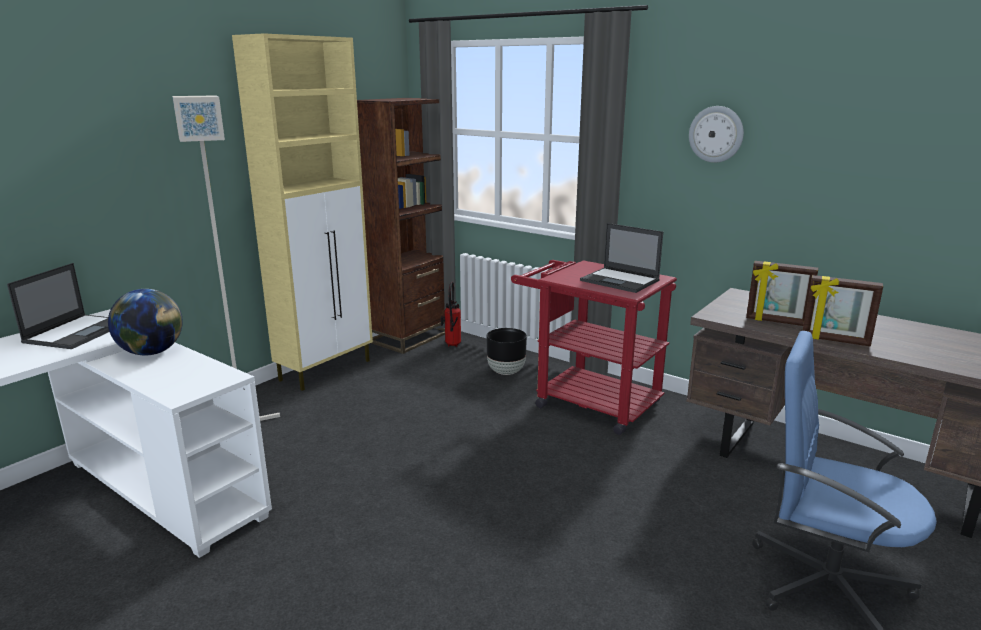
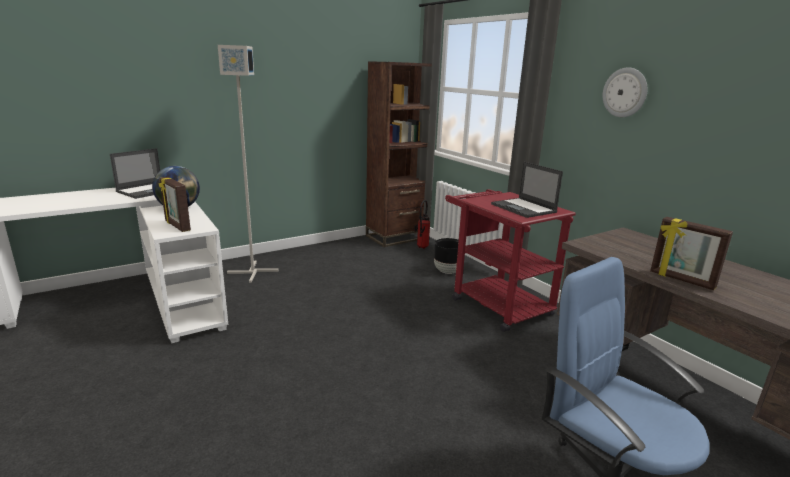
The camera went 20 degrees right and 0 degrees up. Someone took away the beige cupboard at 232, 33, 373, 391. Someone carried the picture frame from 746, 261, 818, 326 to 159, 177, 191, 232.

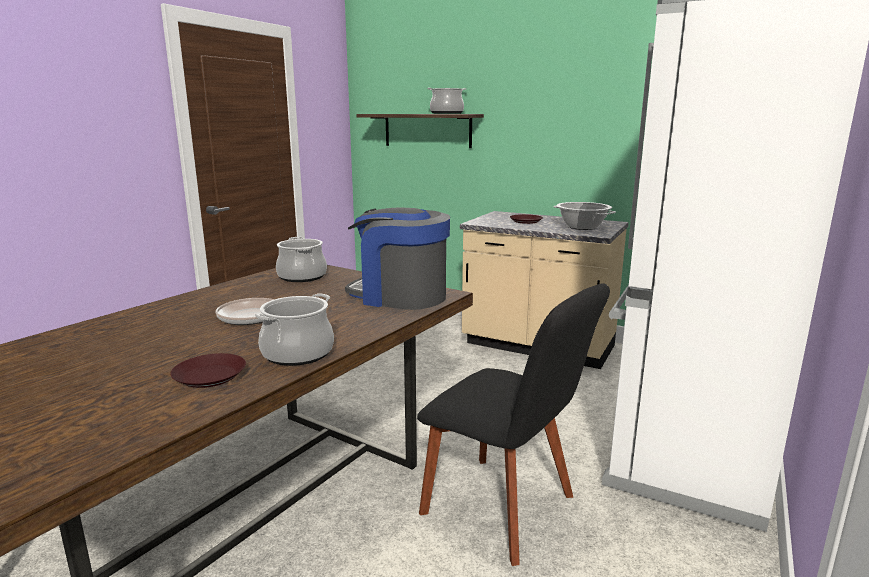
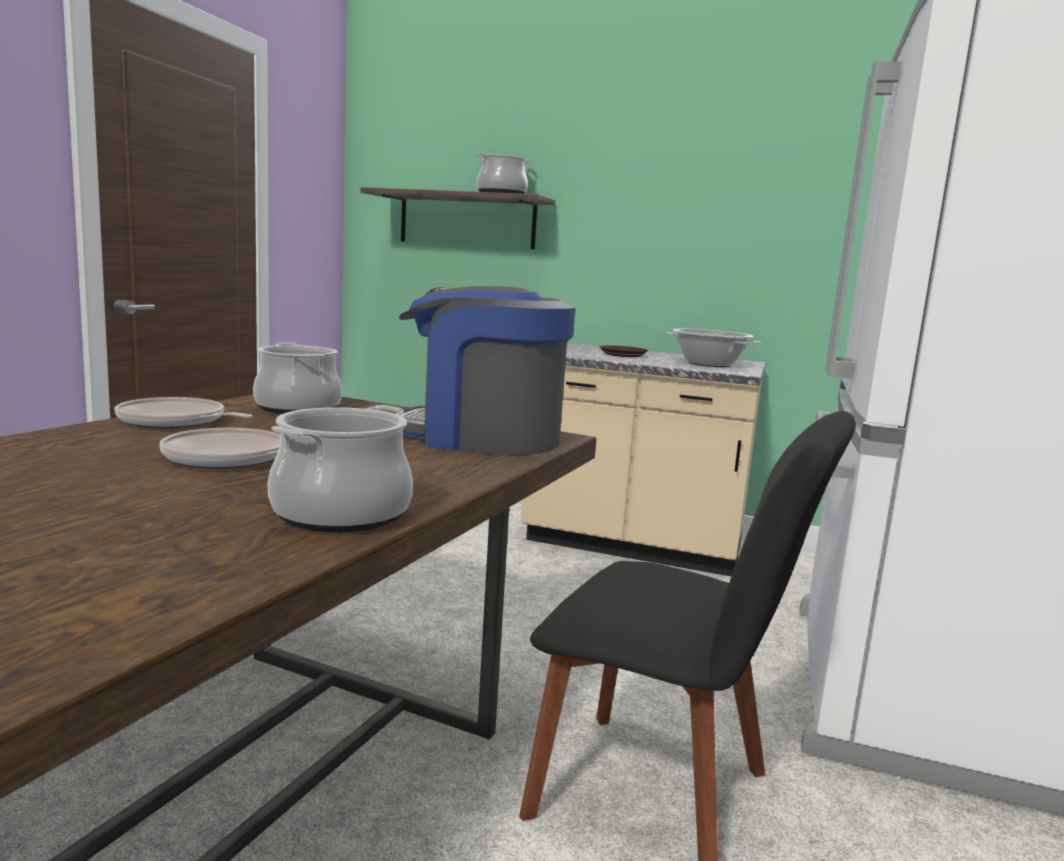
The camera went 10 degrees left and 5 degrees down. Someone took away the brown-coloured plate at 170, 353, 246, 388. Someone put down the frying pan at 115, 397, 253, 429.

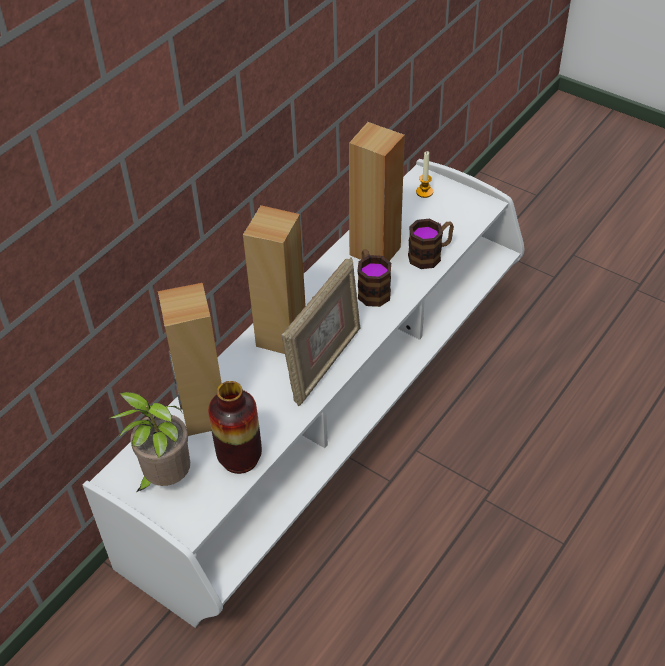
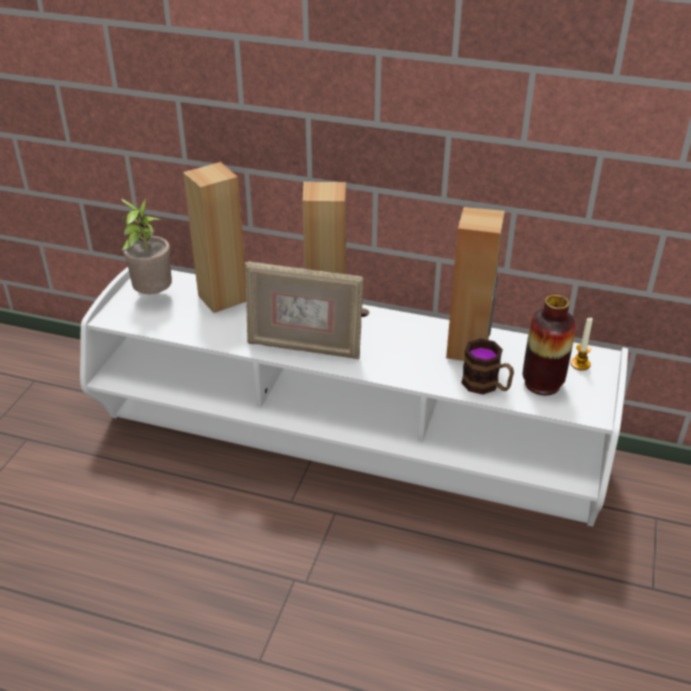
The camera went 70 degrees right and 10 degrees down. Someone took away the mug at 358, 249, 391, 307. Someone carried the flower vase from 208, 381, 262, 474 to 522, 295, 576, 395.

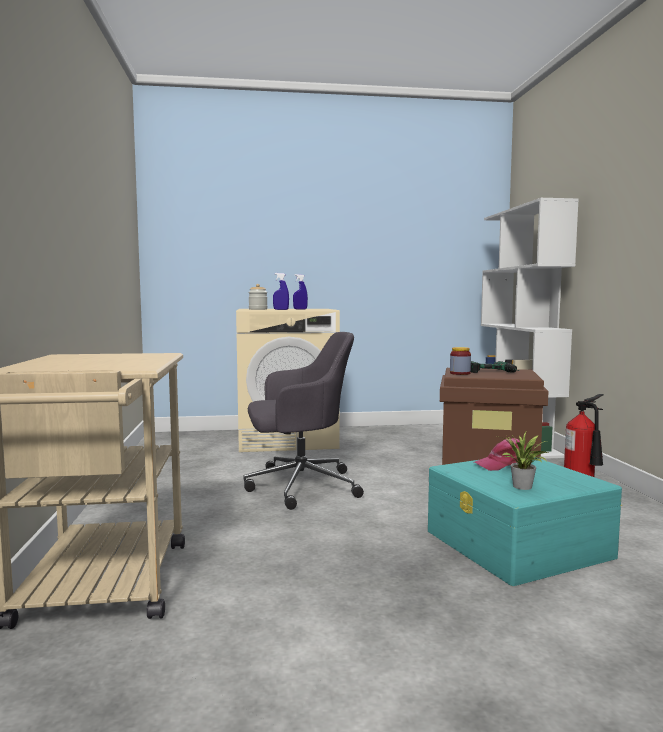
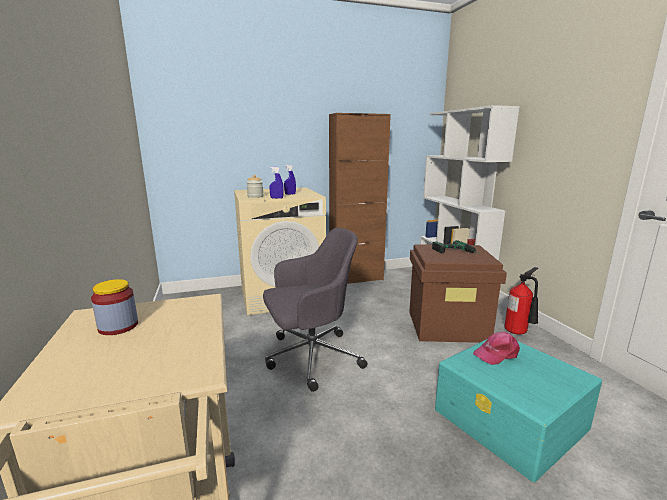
The camera went 10 degrees left and 10 degrees up. Someone carried the preserve jar from 450, 347, 471, 375 to 91, 279, 138, 335. Someone took away the potted plant at 500, 432, 548, 490. Someone put down the brown-coloured cupboard at 329, 113, 391, 284.

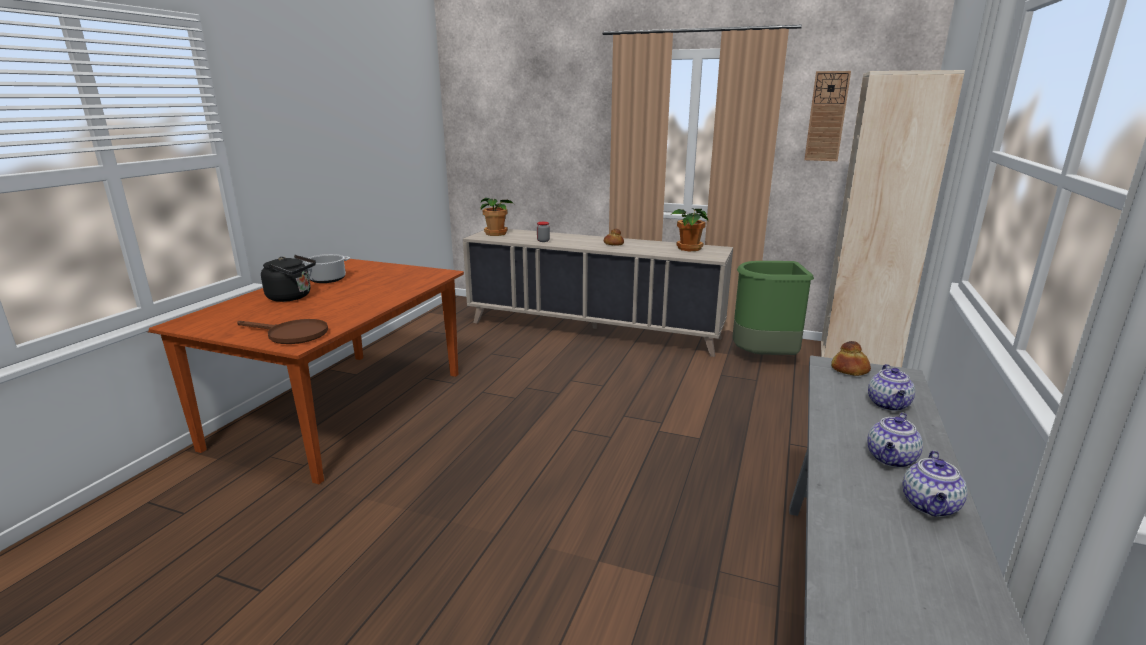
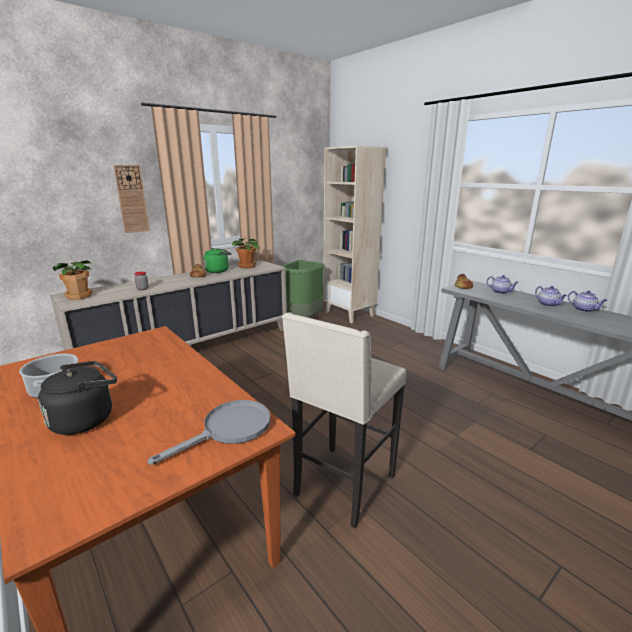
The camera went 60 degrees left and 0 degrees up. Someone carried the wall clock from 804, 71, 851, 161 to 113, 165, 150, 233. Someone repainted the brown-coloured frying pan at 237, 319, 328, 344, which became the gray frying pan at 148, 400, 271, 465. Someone put down the greenish water kettle at 203, 248, 232, 273. Someone put down the beige stool at 282, 312, 407, 528.

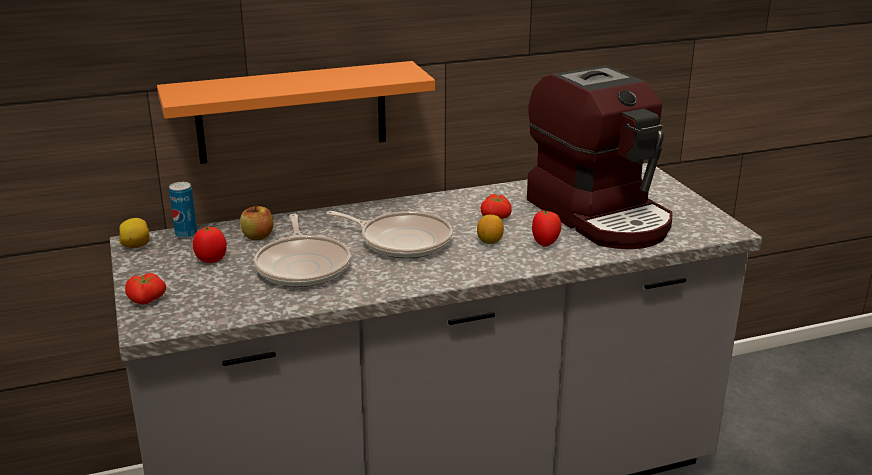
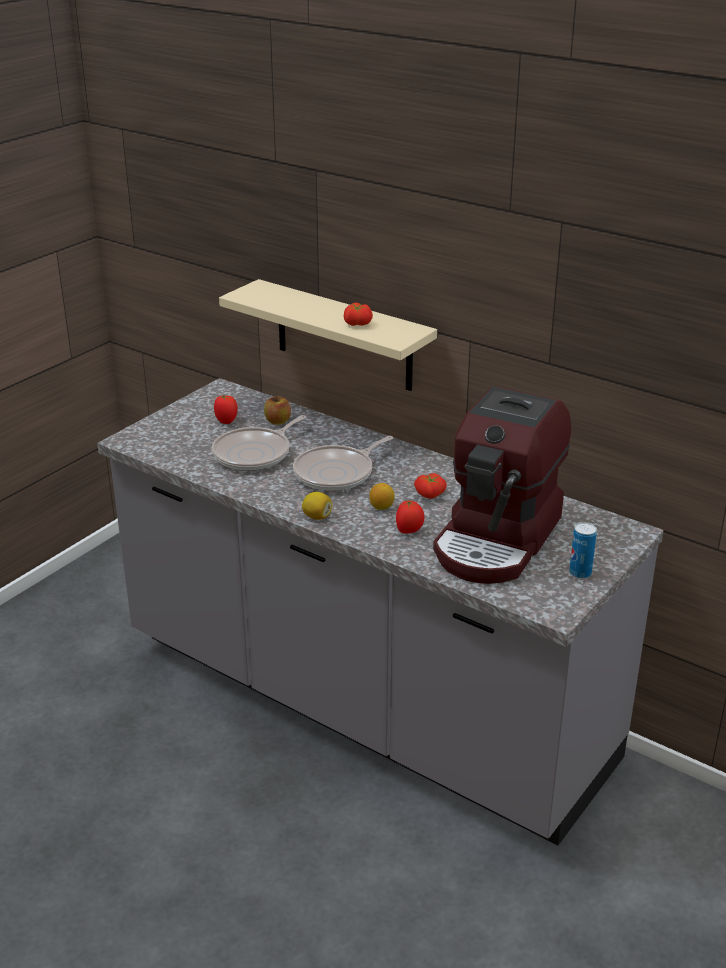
The camera went 55 degrees right and 5 degrees up. Someone repainted the orangey wall shelf at 157, 61, 435, 164, which became the beige wall shelf at 219, 279, 437, 391. Someone carried the can from 169, 182, 197, 238 to 569, 522, 597, 579. Someone rotated the frying pan at 326, 211, 453, 258 by 60 degrees clockwise. Someone carried the whole lemon from 119, 218, 150, 248 to 302, 492, 332, 520. Someone carried the fresh tomato from 125, 273, 166, 305 to 344, 302, 373, 326.

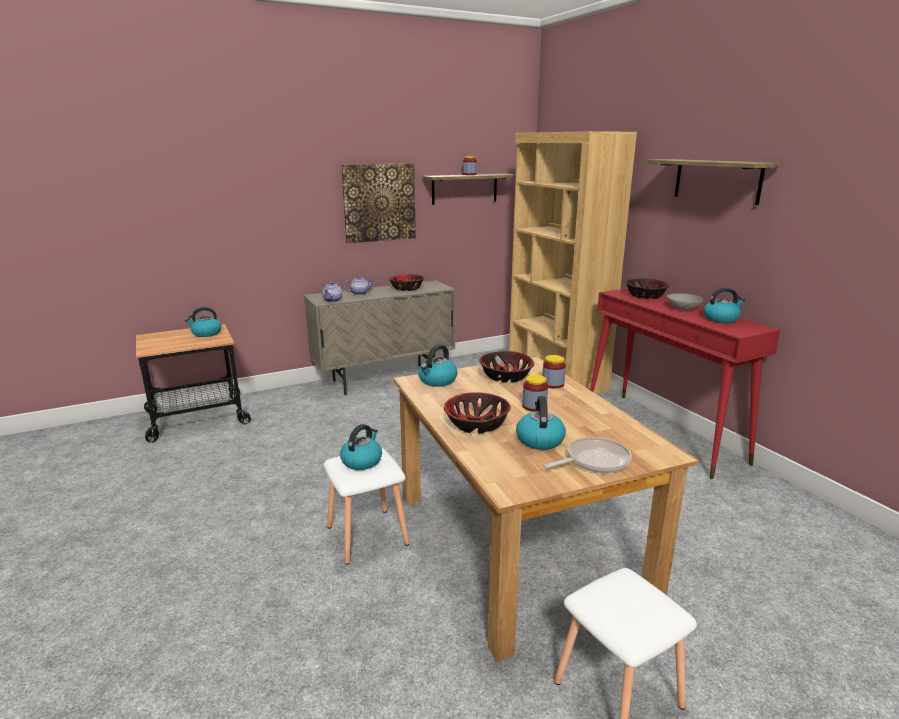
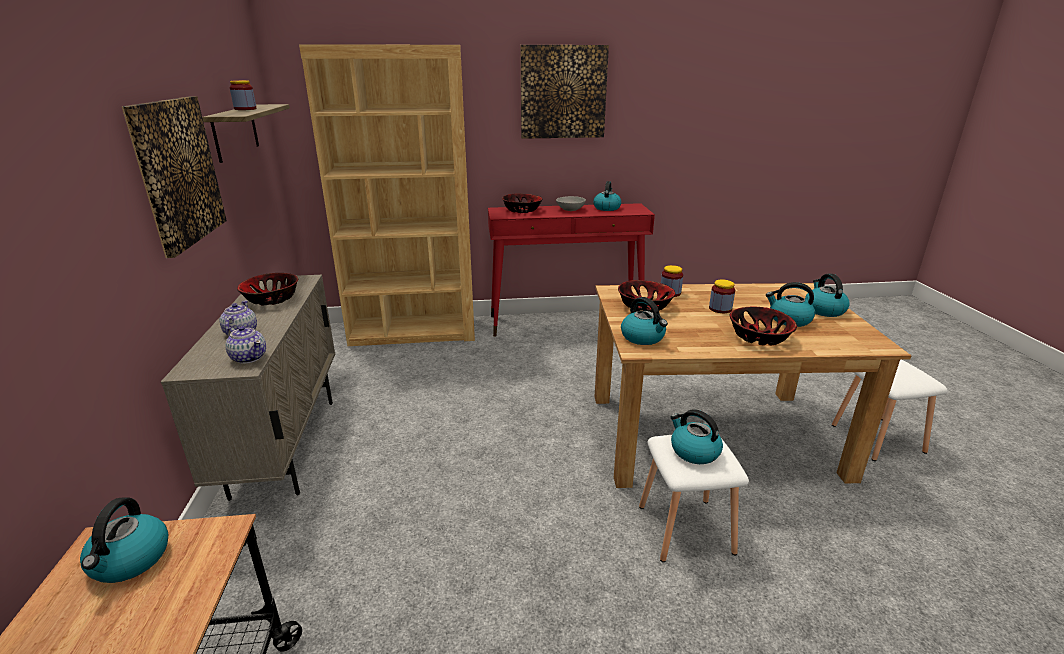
The camera went 70 degrees left and 5 degrees up. Someone swapped the wall shelf at 647, 159, 780, 205 for the picture at 521, 45, 609, 139. Someone swapped the frying pan at 544, 437, 632, 473 for the water kettle at 805, 273, 850, 317.

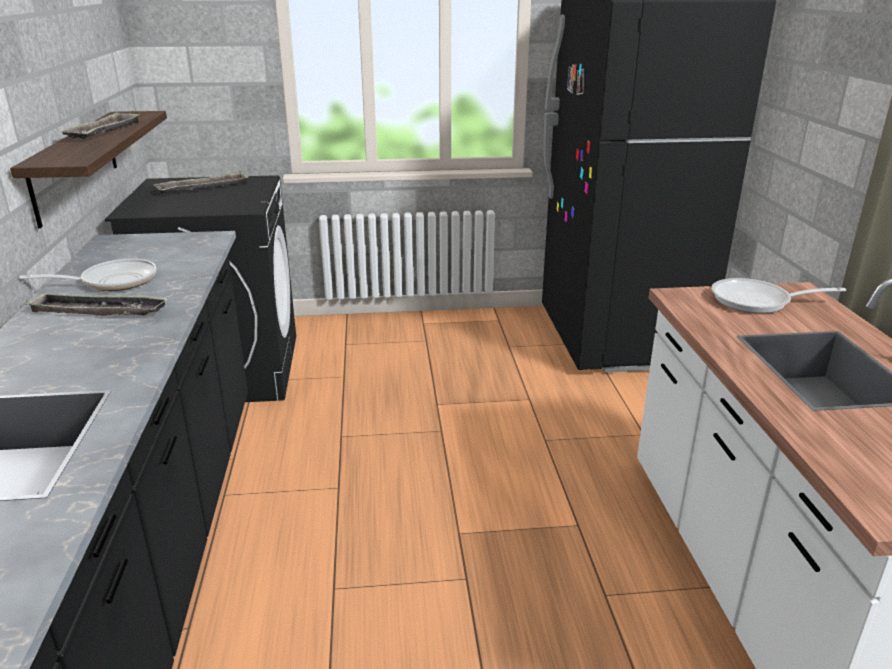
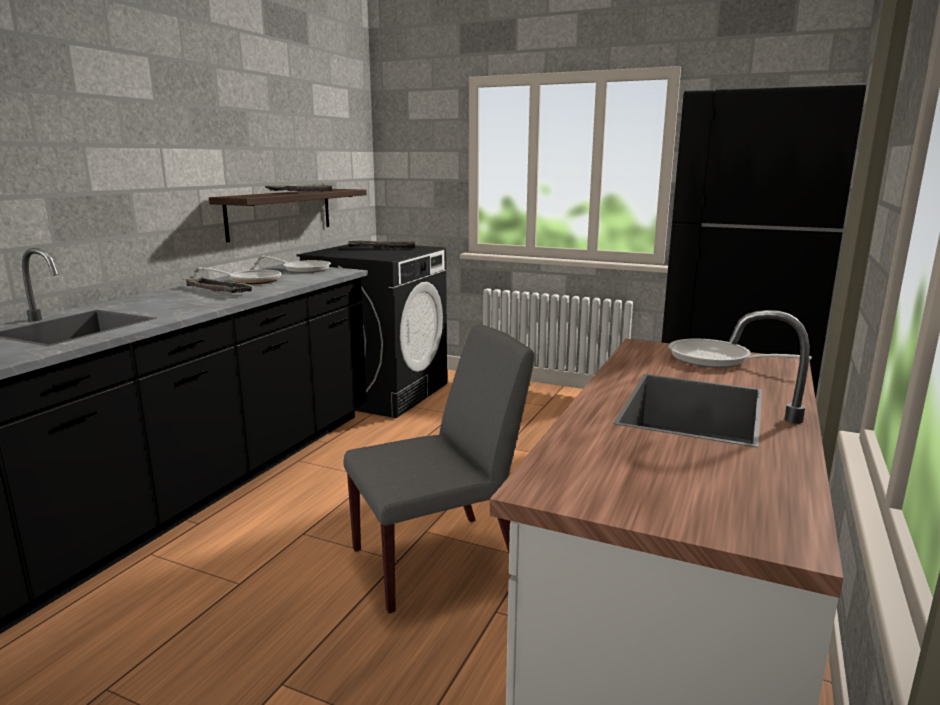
The camera went 30 degrees right and 10 degrees down. Someone put down the frying pan at 261, 256, 331, 273. Someone put down the gray chair at 344, 324, 534, 614.

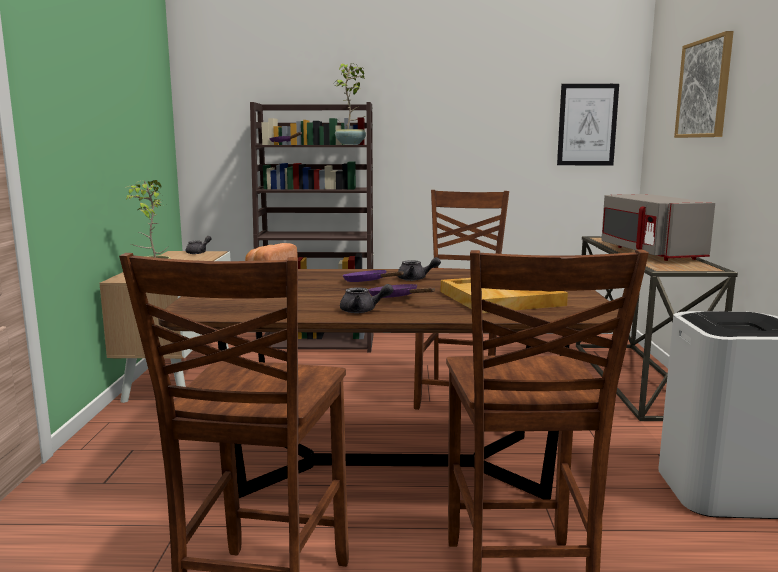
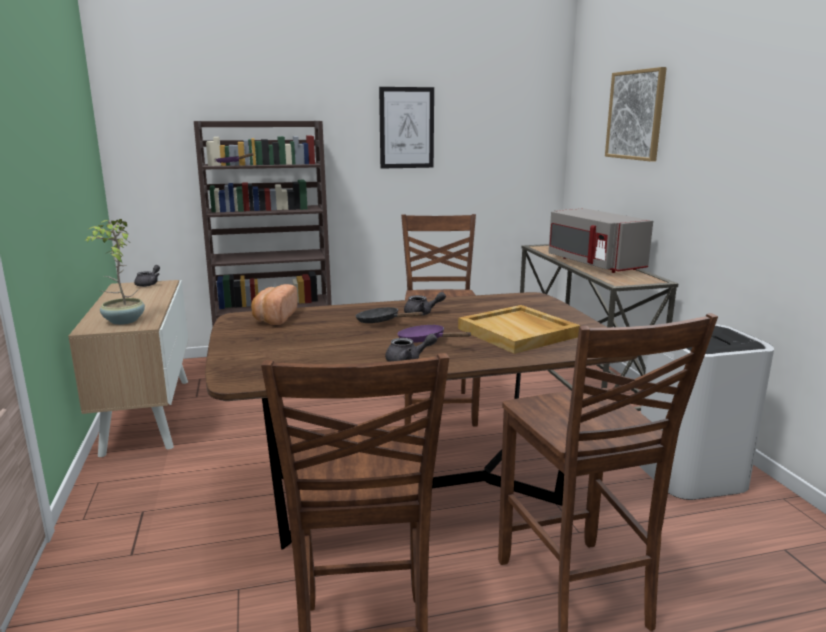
The camera went 15 degrees left and 5 degrees up. Someone took away the potted plant at 333, 63, 366, 145. Someone carried the picture from 557, 84, 619, 165 to 379, 87, 434, 169. Someone repainted the purple frying pan at 343, 270, 404, 282, which became the black frying pan at 356, 307, 423, 323.

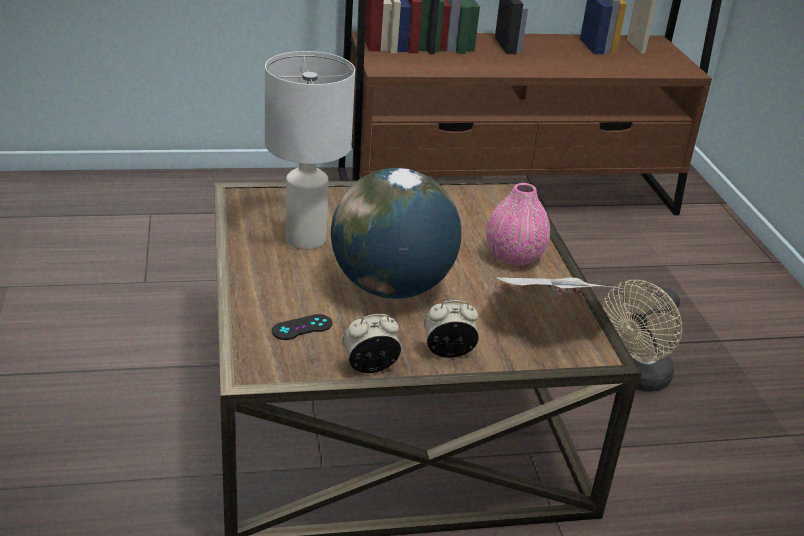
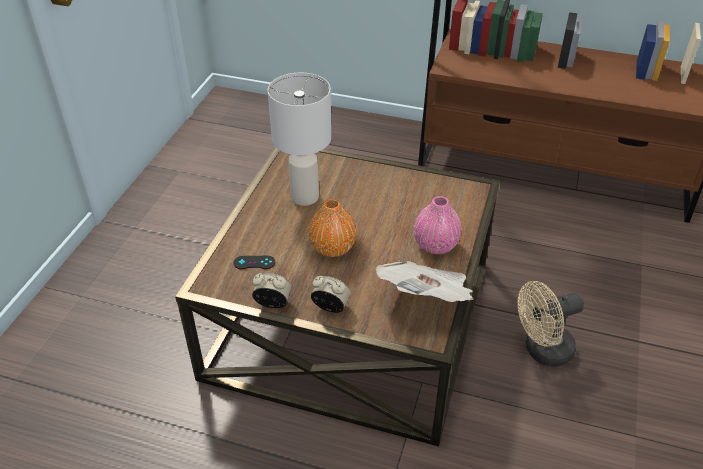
The camera went 30 degrees right and 10 degrees up. Someone swapped the world globe at 331, 168, 461, 299 for the orangey flower vase at 309, 199, 356, 257.

